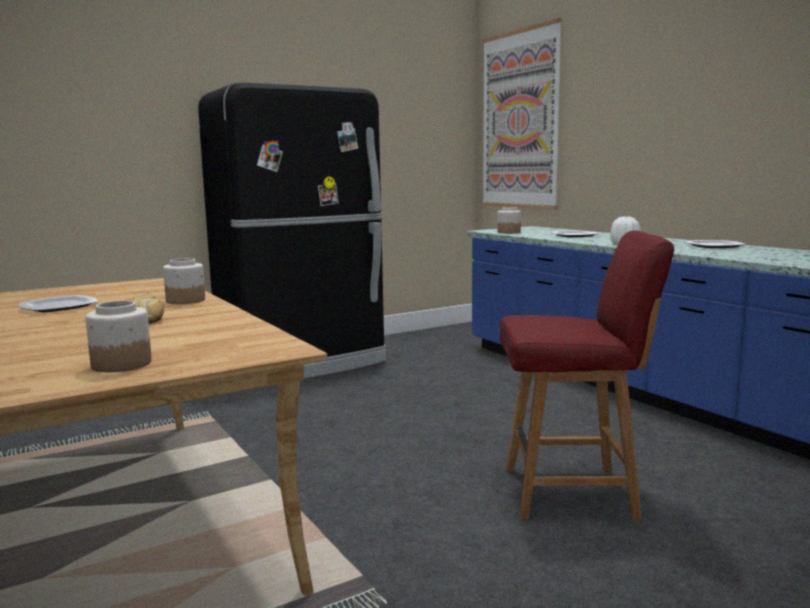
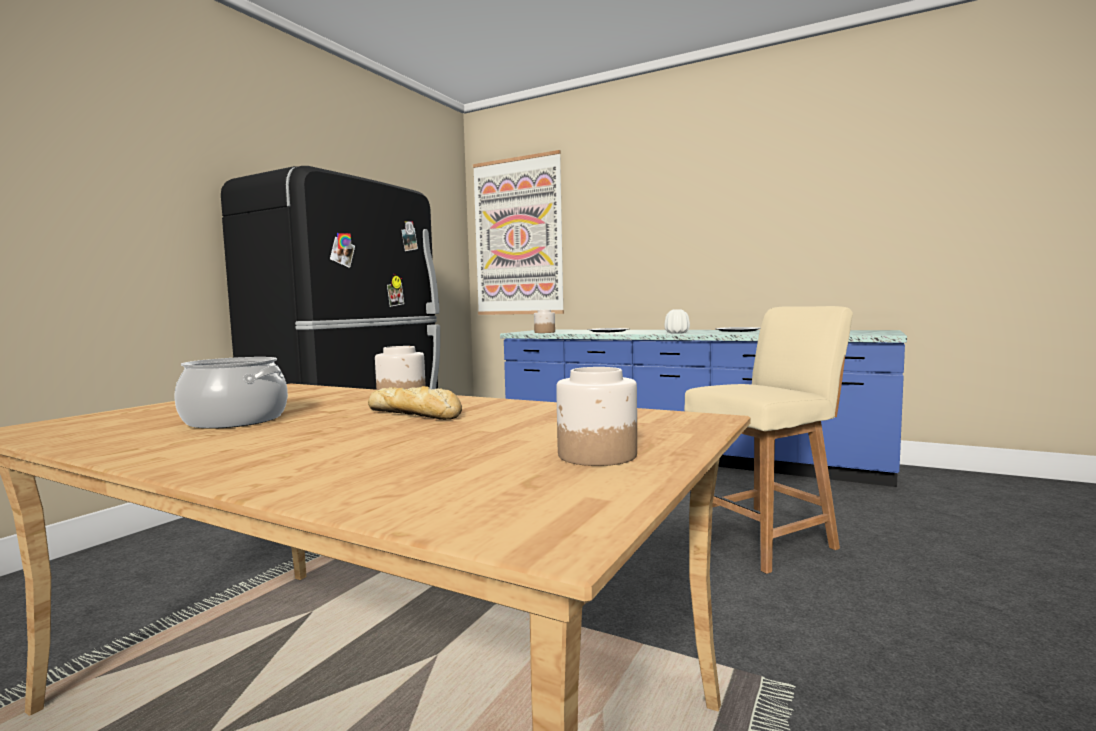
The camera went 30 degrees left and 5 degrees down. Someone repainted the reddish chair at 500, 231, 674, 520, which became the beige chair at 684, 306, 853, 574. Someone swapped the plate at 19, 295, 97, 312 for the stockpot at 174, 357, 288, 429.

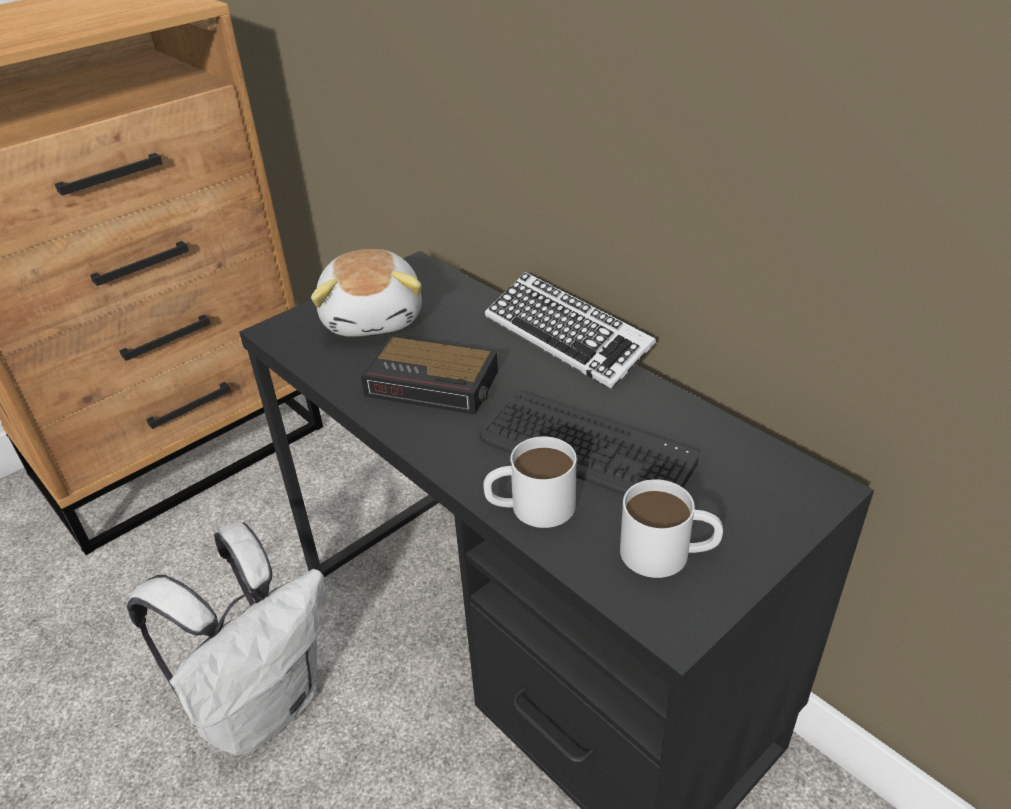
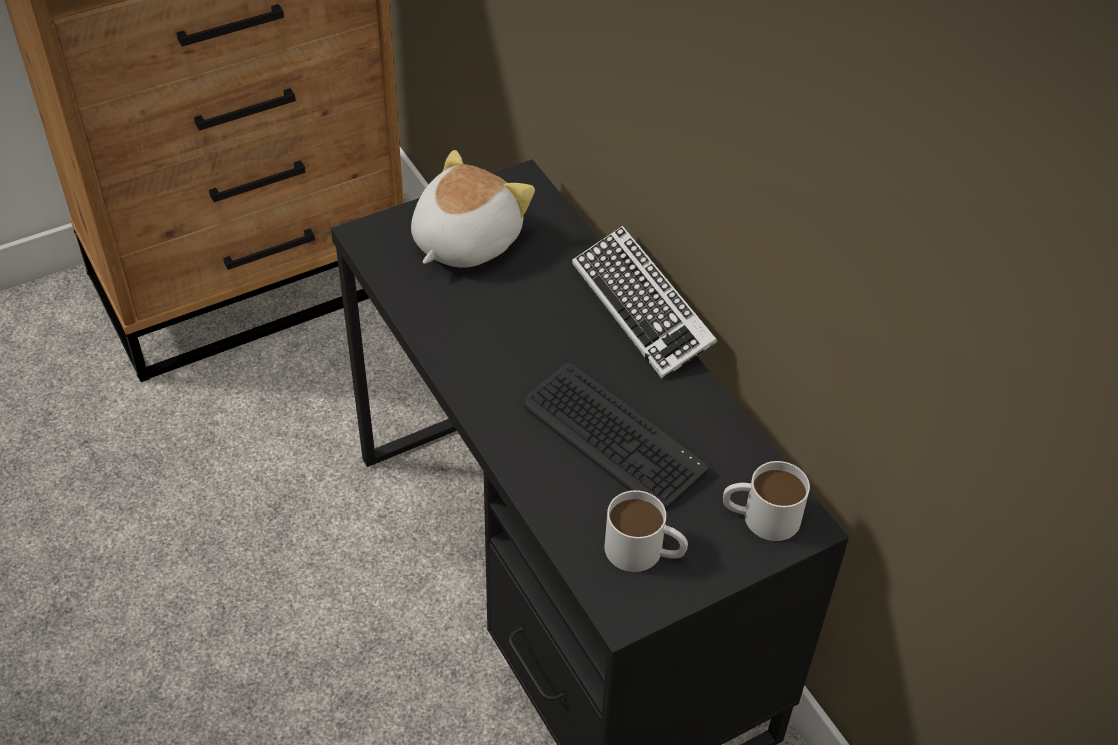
The camera went 10 degrees right and 10 degrees up. Someone rotated the soft toy at 311, 249, 422, 337 by 150 degrees counterclockwise. Someone took away the alarm clock at 361, 336, 498, 415. Someone carried the white-coloured mug from 483, 436, 576, 528 to 723, 461, 810, 541. Someone took away the white-coloured backpack at 127, 522, 326, 756.

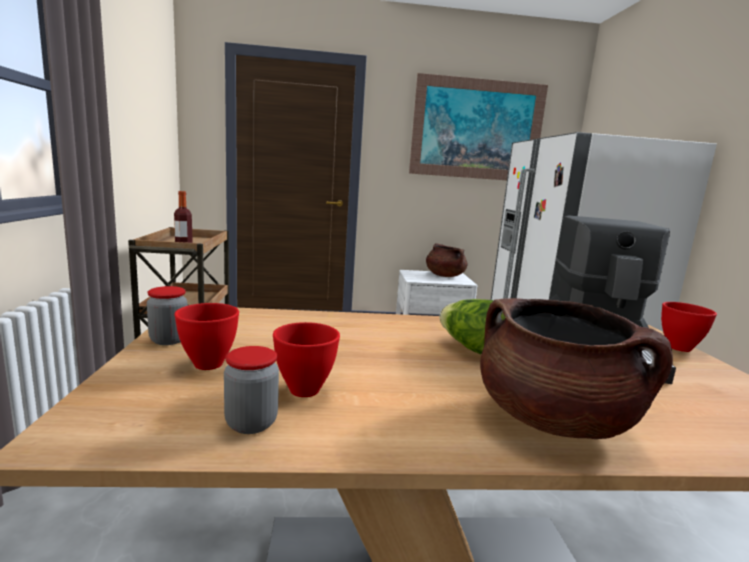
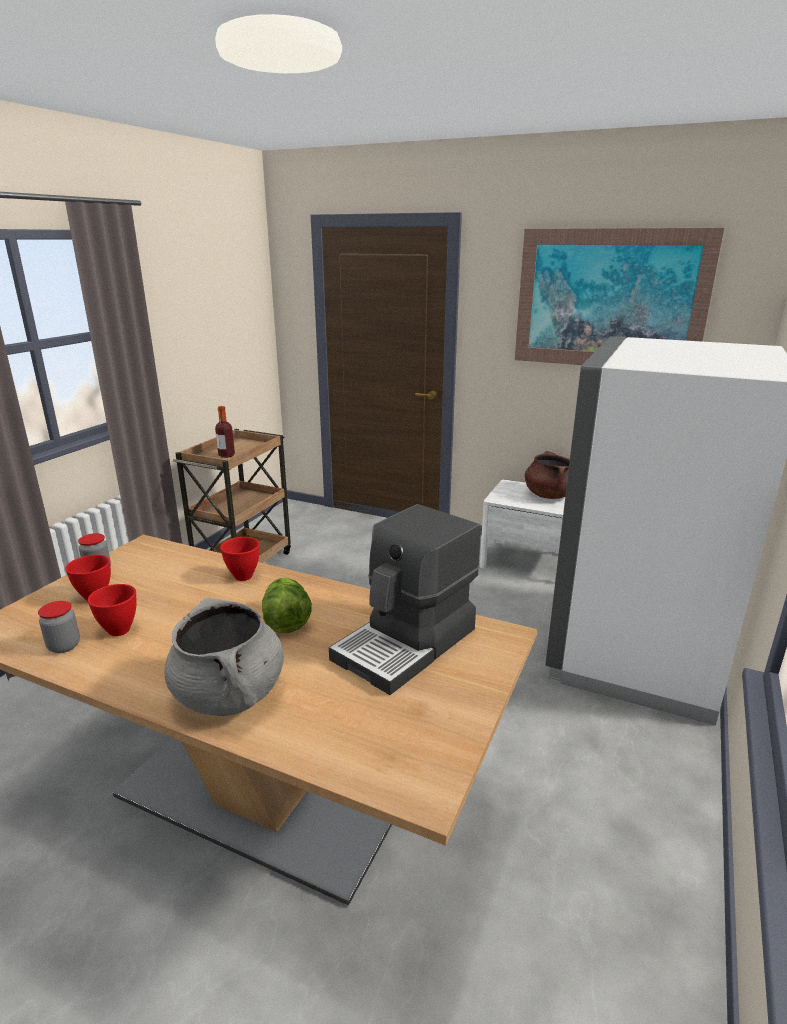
The camera went 30 degrees right and 10 degrees up. Someone repainted the brown-coloured stockpot at 480, 298, 673, 439, which became the gray stockpot at 165, 598, 284, 716. Someone carried the reddish serving bowl from 661, 302, 717, 352 to 220, 537, 260, 581.

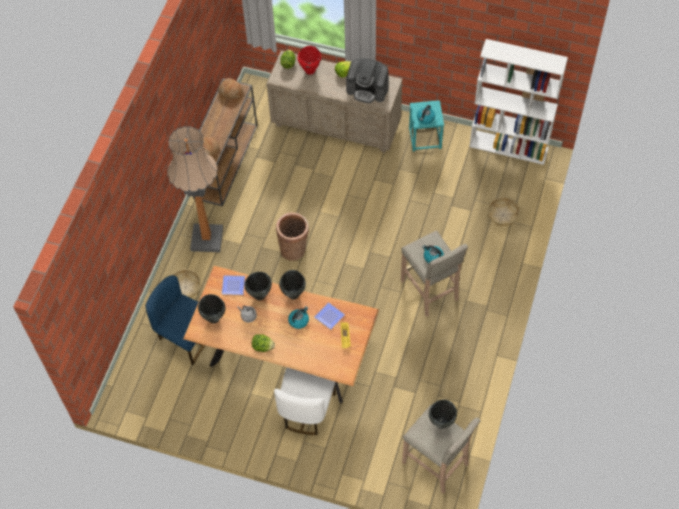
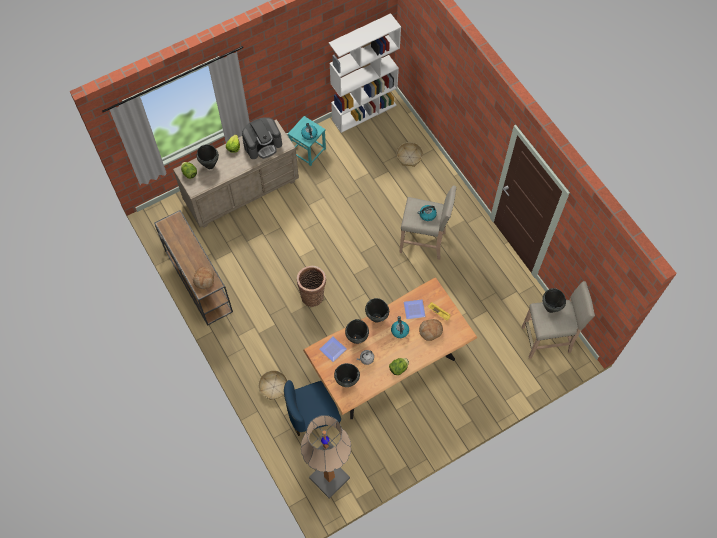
The camera went 50 degrees left and 5 degrees up. Someone repainted the reddish stockpot at 297, 46, 321, 75, which became the black stockpot at 197, 144, 219, 169. Someone carried the bread from 218, 78, 243, 99 to 419, 319, 443, 341. Someone carried the standing lamp from 168, 126, 223, 252 to 301, 415, 351, 499. Someone took away the white-coloured chair at 274, 367, 336, 435.

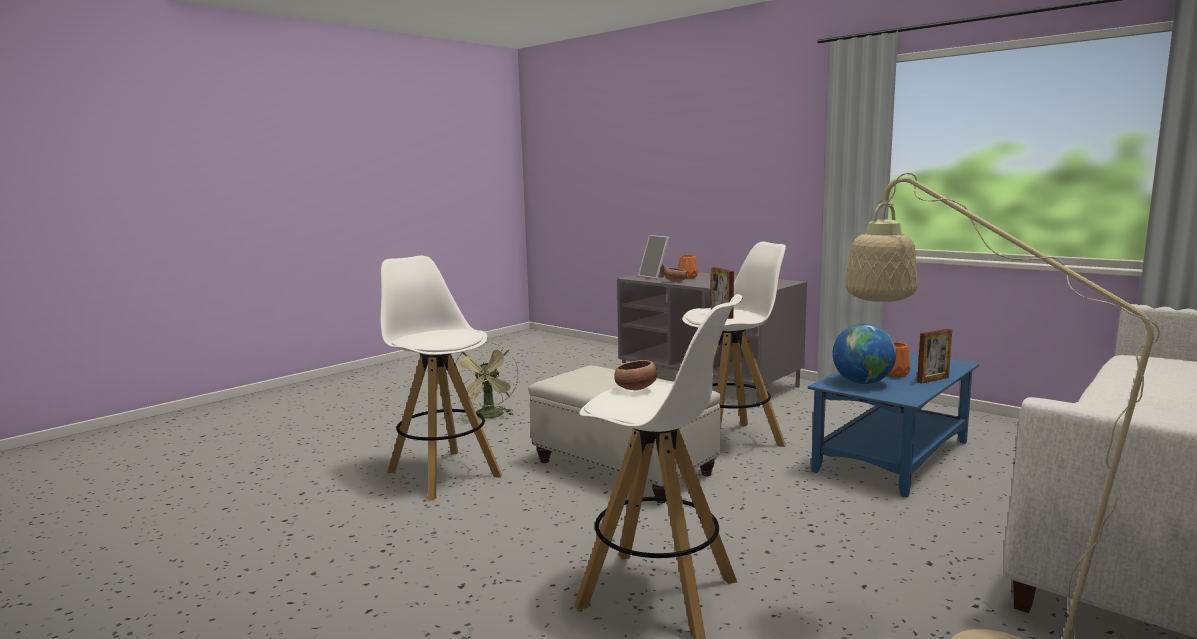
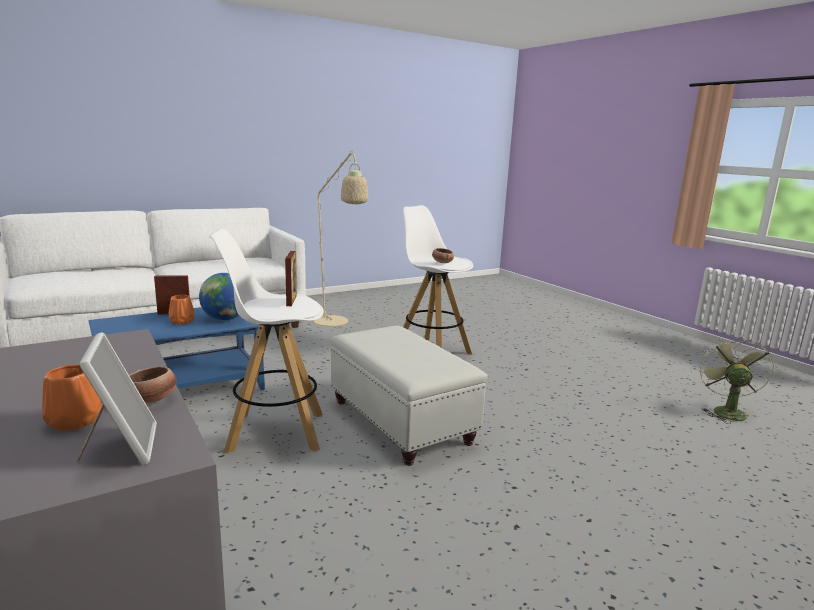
The camera went 165 degrees left and 5 degrees up. Someone took away the white-coloured stool at 381, 256, 502, 500. Someone carried the greenish cooling fan from 455, 342, 519, 419 to 699, 336, 774, 424.

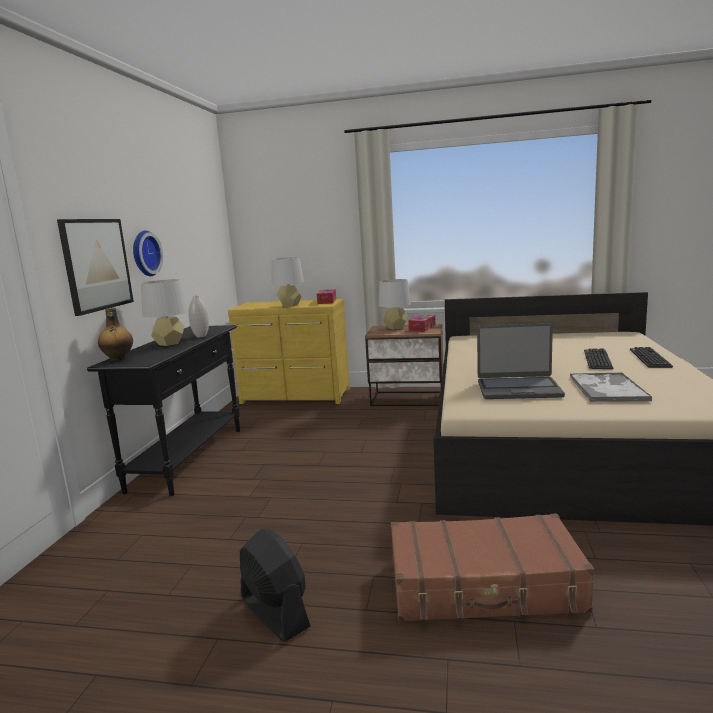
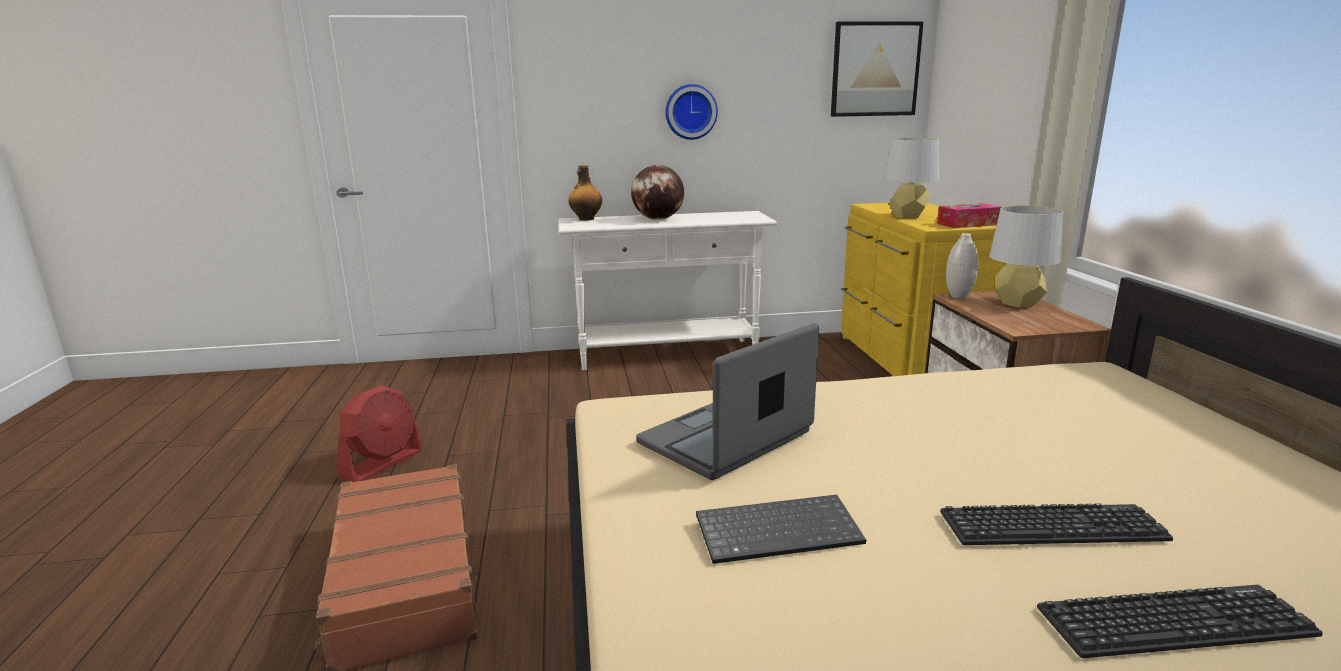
The camera went 70 degrees right and 5 degrees up. Someone carried the picture from 57, 219, 134, 316 to 831, 22, 923, 117. Someone swapped the gray lamp for a table at 141, 279, 187, 346 for the world globe at 631, 165, 684, 220. Someone carried the white-coloured flower vase from 188, 295, 209, 337 to 946, 233, 978, 299. Someone took away the box of tissues at 408, 315, 435, 332. Someone rotated the laptop at 477, 323, 565, 399 by 60 degrees clockwise. Someone repainted the black console table at 87, 325, 240, 496, which became the white-coloured console table at 558, 211, 778, 371. Someone swapped the serving tray at 570, 373, 652, 402 for the PC keyboard at 696, 495, 866, 564. Someone repainted the black cooling fan at 240, 529, 311, 642, which became the reddish cooling fan at 337, 385, 423, 482.

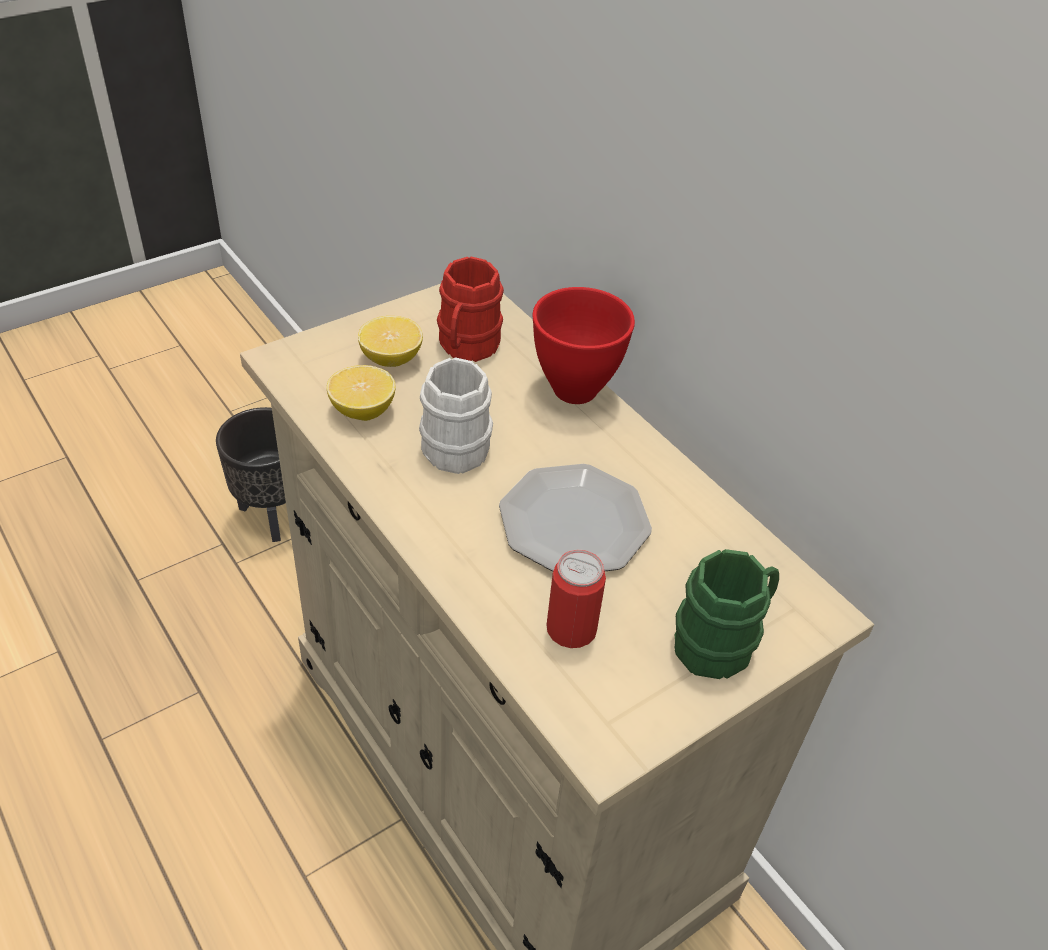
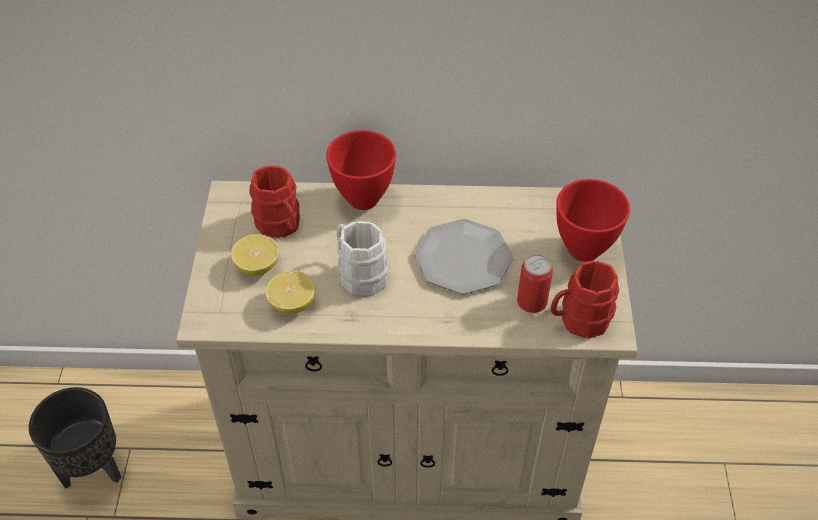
The camera went 50 degrees left and 5 degrees up. Someone swapped the greenish mug at 674, 549, 779, 679 for the reddish serving bowl at 556, 179, 630, 262. Someone put down the reddish mug at 550, 260, 619, 338.

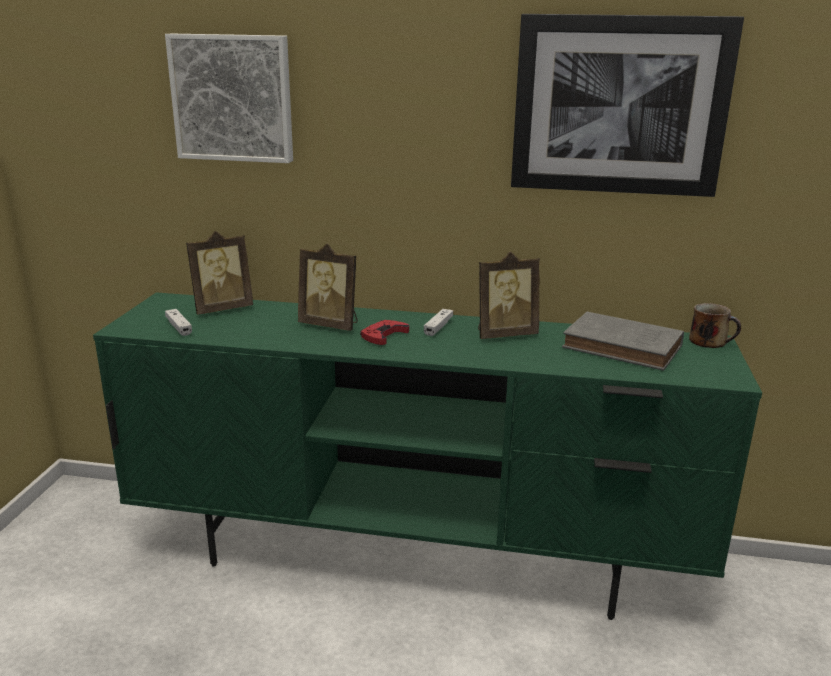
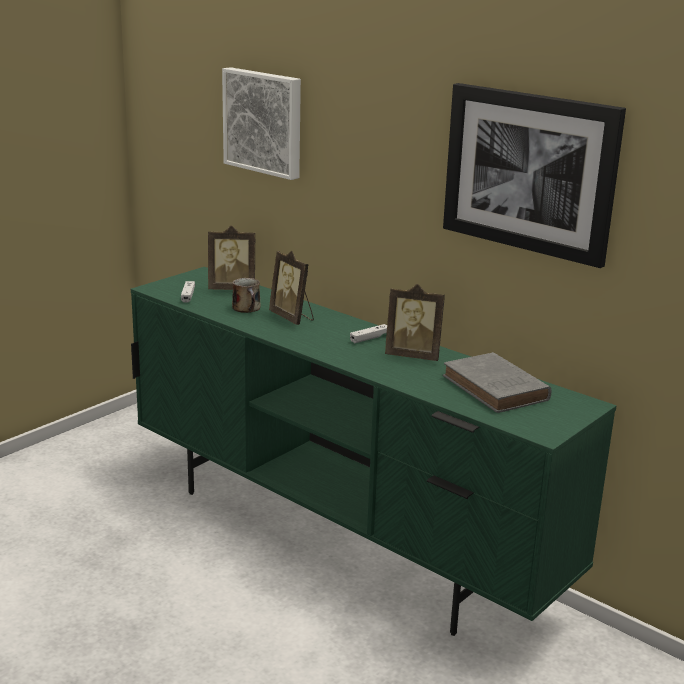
The camera went 30 degrees right and 0 degrees up. Someone carried the mug from 689, 303, 741, 348 to 232, 278, 261, 313. Someone took away the reddish gamepad at 360, 320, 409, 345.

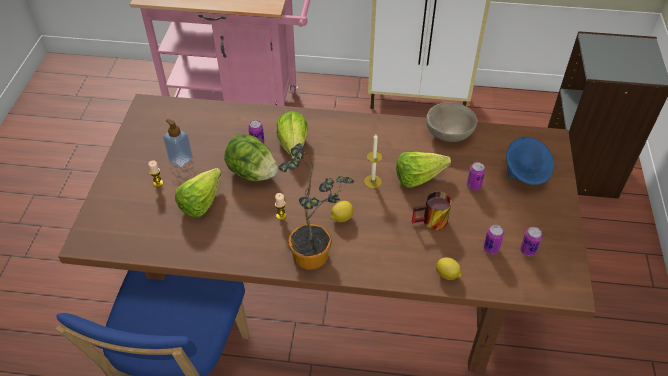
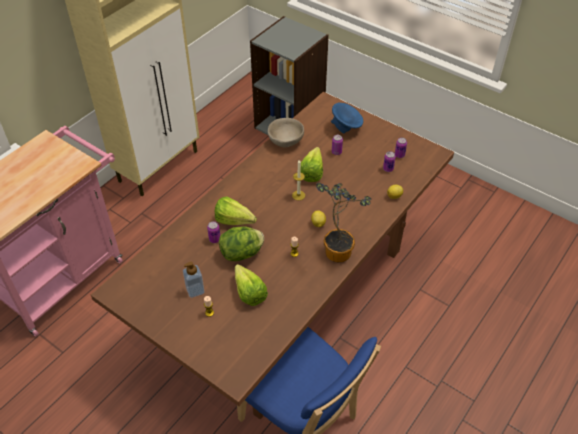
The camera went 60 degrees left and 0 degrees up. Someone took away the mug at 412, 191, 452, 230.

